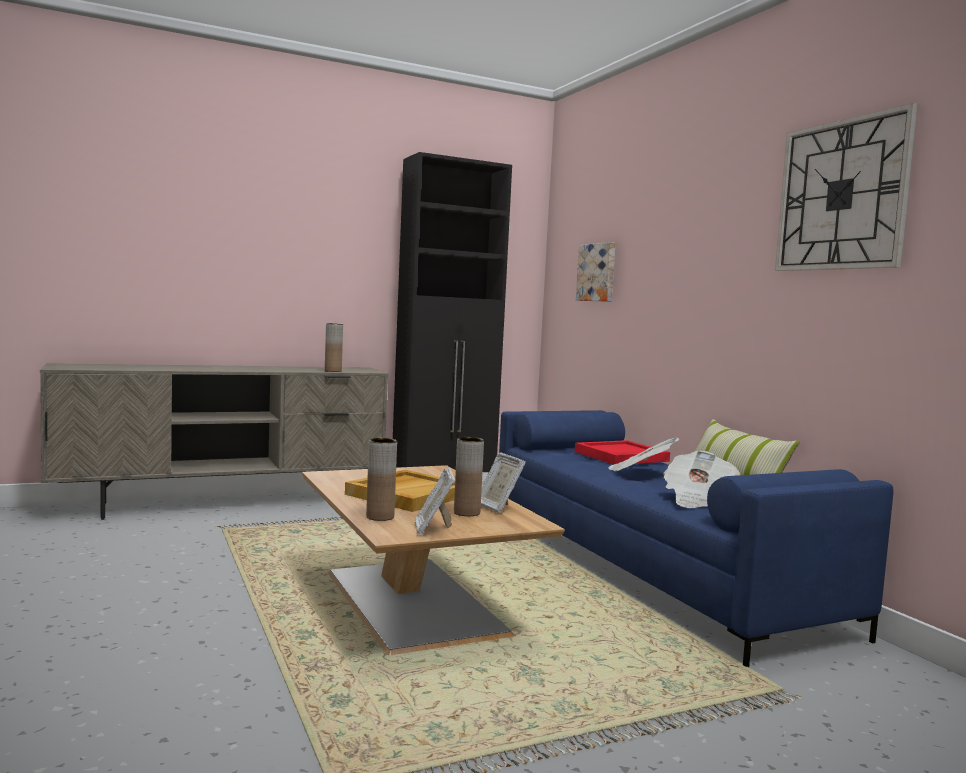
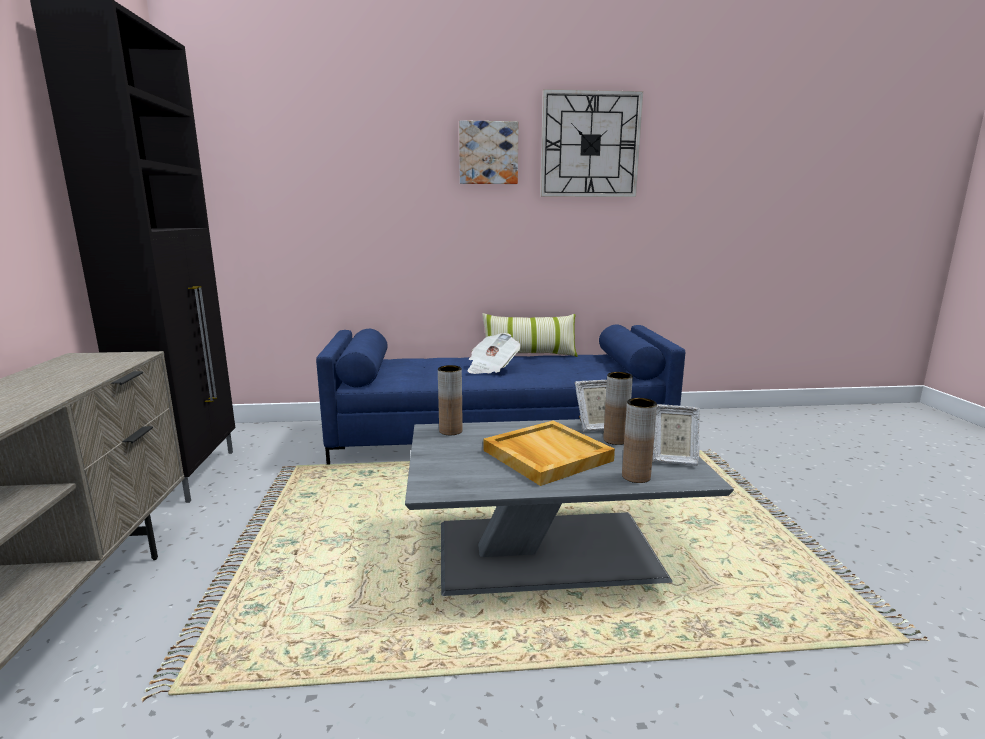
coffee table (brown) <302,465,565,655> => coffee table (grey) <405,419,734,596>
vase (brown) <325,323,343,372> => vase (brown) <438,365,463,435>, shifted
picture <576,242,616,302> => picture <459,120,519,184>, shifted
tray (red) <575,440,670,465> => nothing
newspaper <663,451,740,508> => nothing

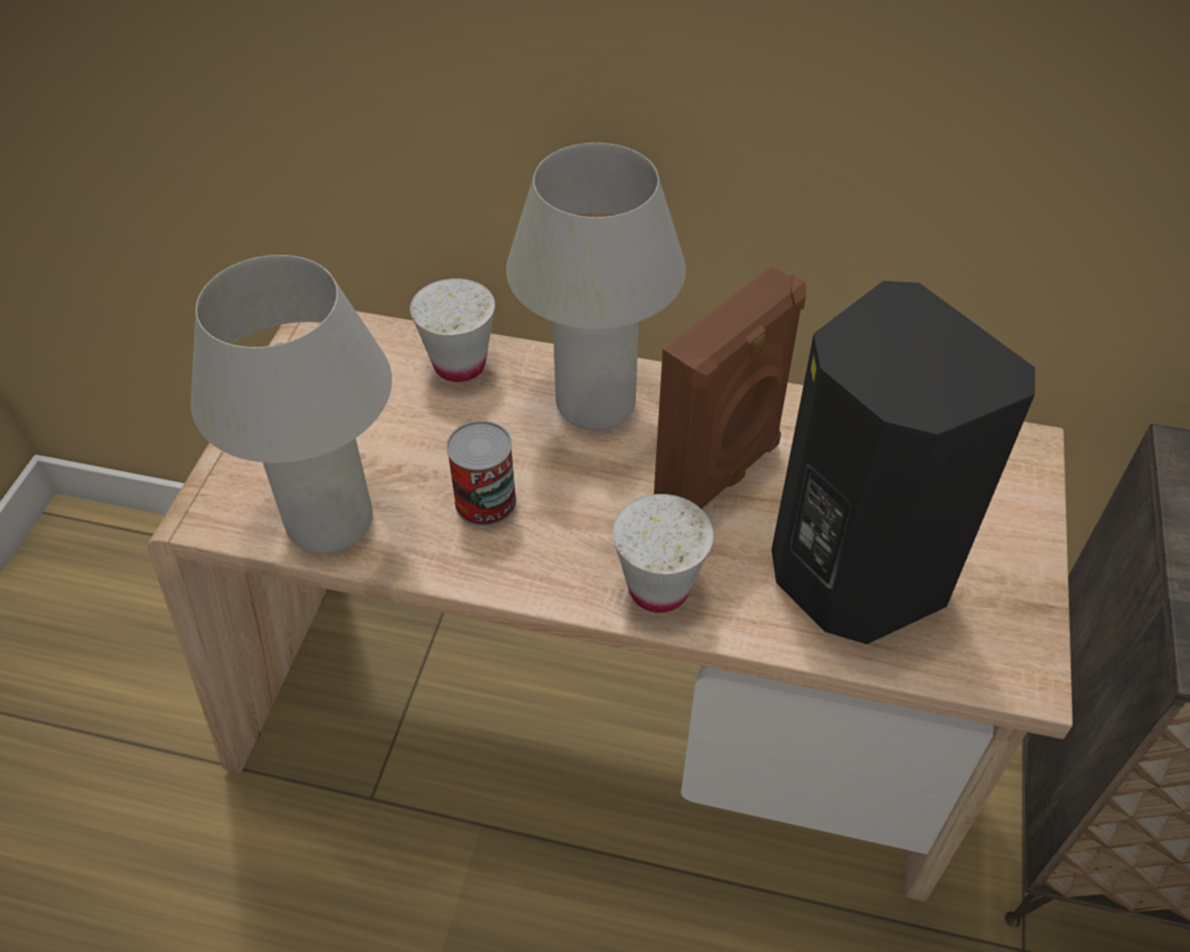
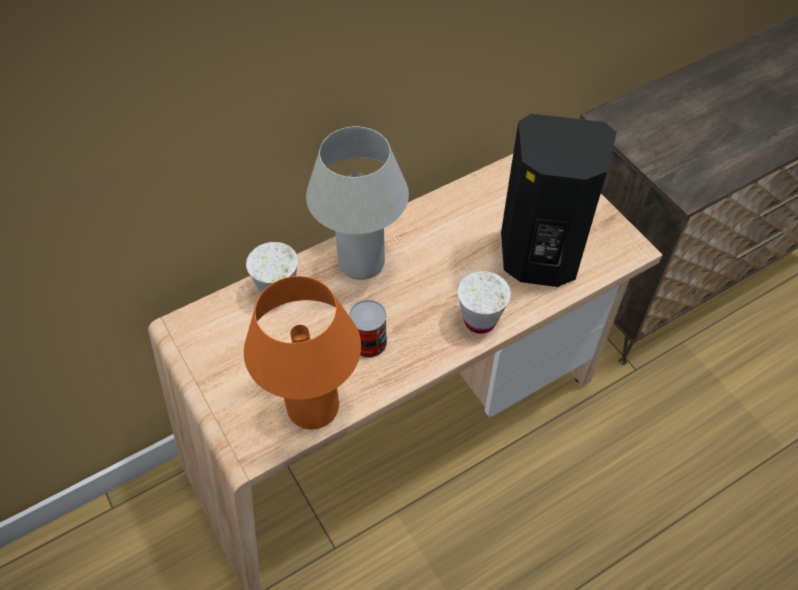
table lamp (white) <191,255,392,554> => table lamp (orange) <244,276,361,429>
speaker (brown) <654,266,806,509> => nothing

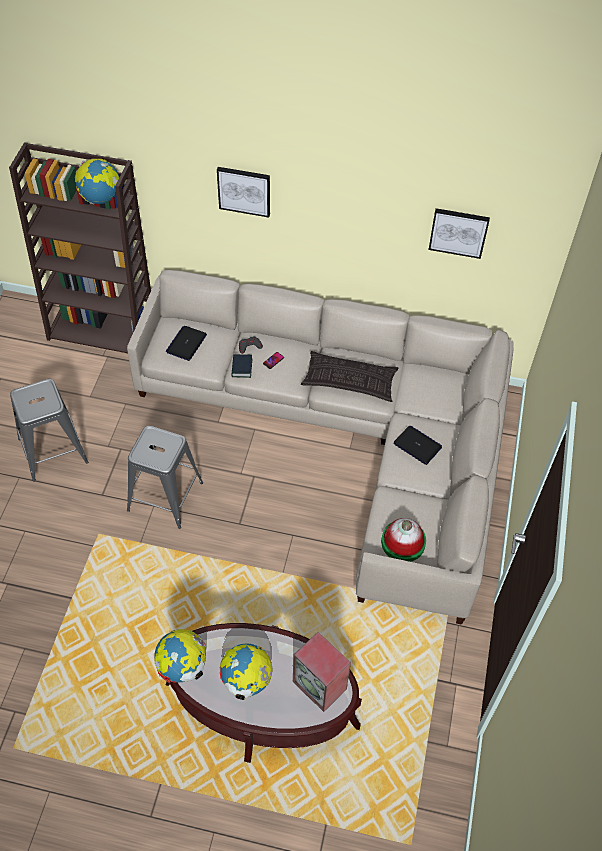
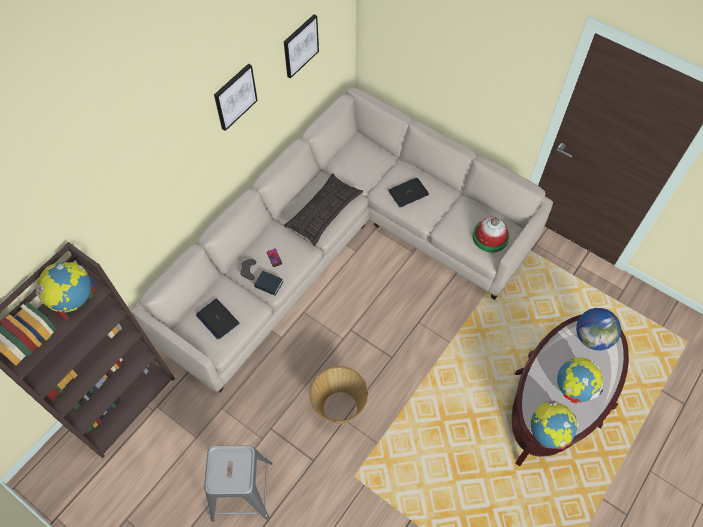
picture <217,167,270,218> => picture <214,64,258,131>, shifted
stool (grey) <127,426,203,529> => basket <310,366,368,424>
speaker <293,632,351,712> => globe <576,308,621,350>

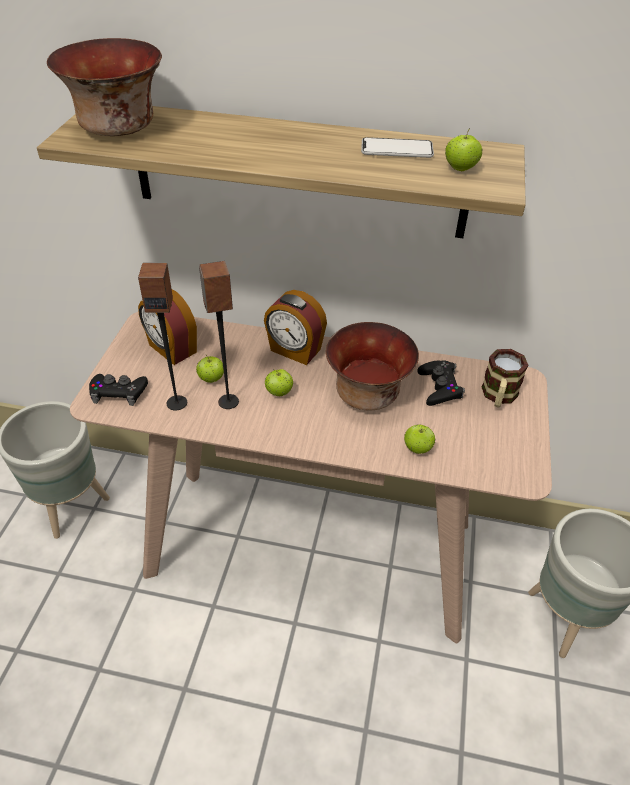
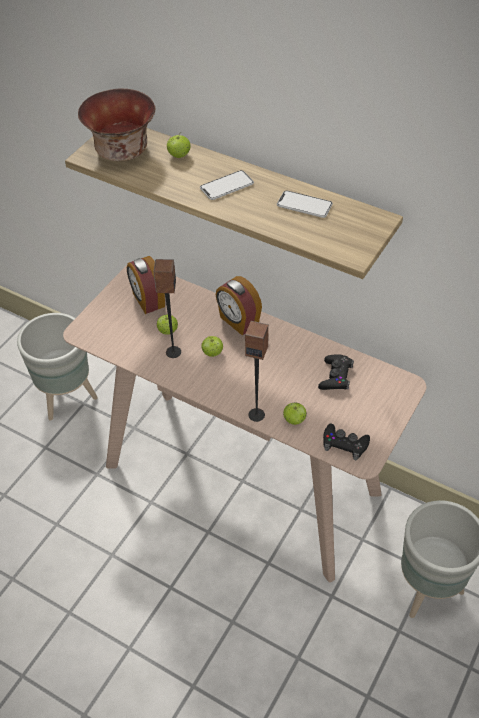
apple <445,128,482,171> => apple <167,135,191,158>, shifted
nothing => phone <200,170,254,200>
speaker <138,263,187,411> => speaker <245,321,269,422>, shifted
game controller (black) <89,374,148,406> => game controller (black) <323,424,370,460>, shifted
bowl <326,322,419,411> => nothing
mug <482,349,528,407> => nothing

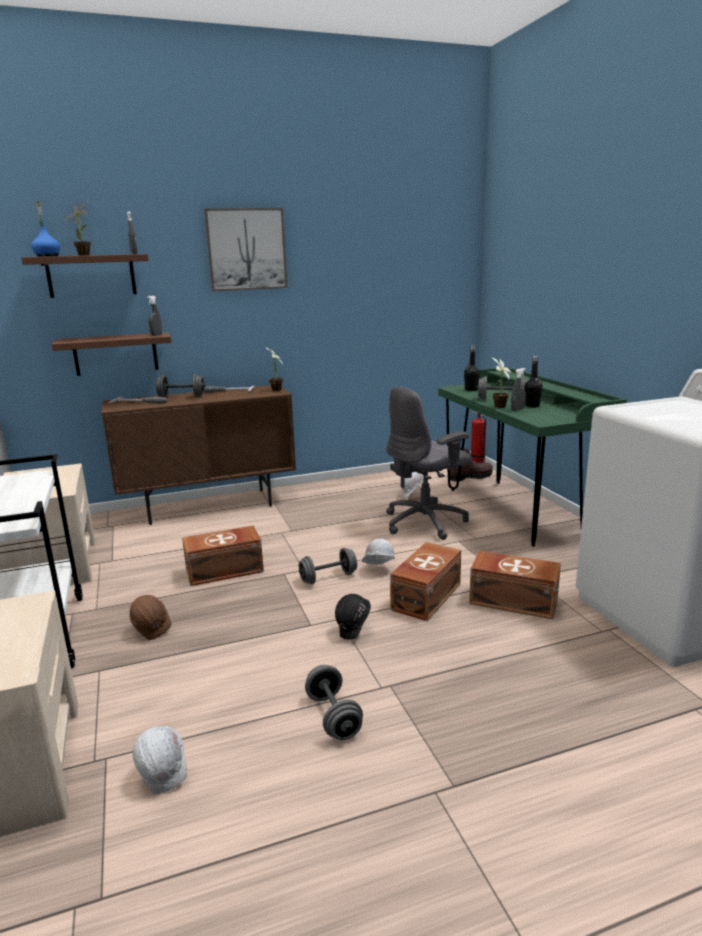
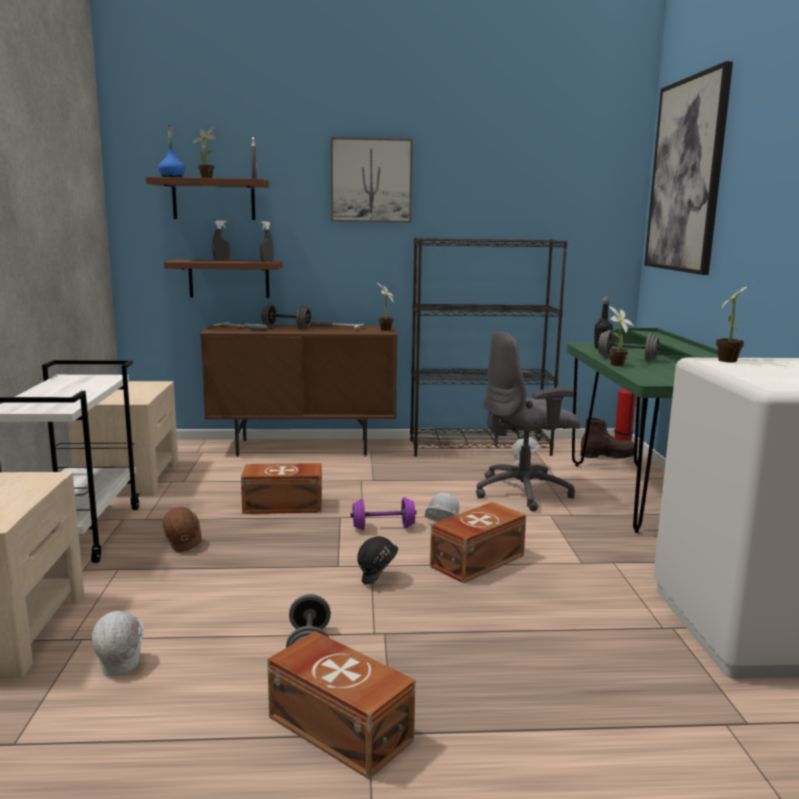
spray bottle (grey) <511,368,526,411> => spray bottle (grey) <212,221,230,261>, shifted
storage box (brown) <469,551,561,620> => storage box (brown) <267,631,415,779>, shifted
dumbbell (grey) <299,548,357,584> => dumbbell (purple) <351,497,417,530>
nothing => bookcase (black) <410,238,568,456>
nothing => picture <644,61,733,275>
nothing => potted plant <716,285,748,362>
bottle (black) <525,356,543,408> => nothing

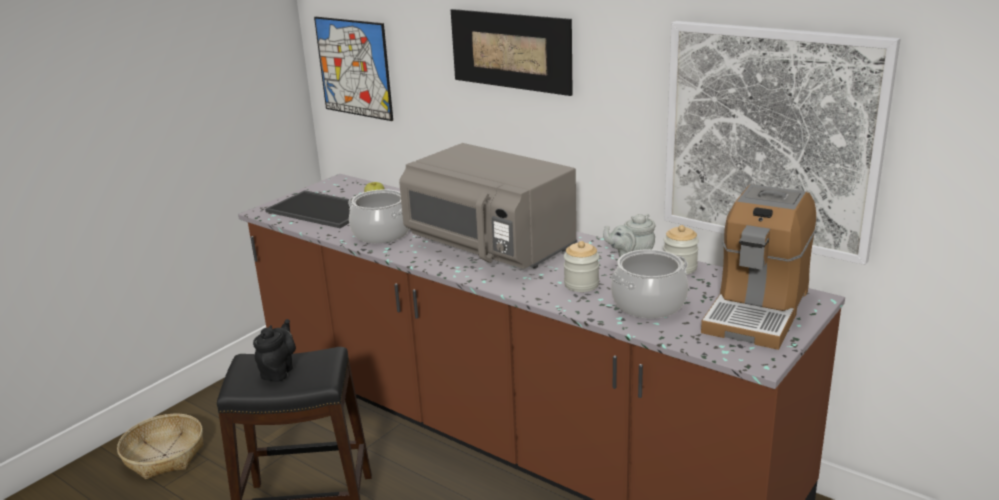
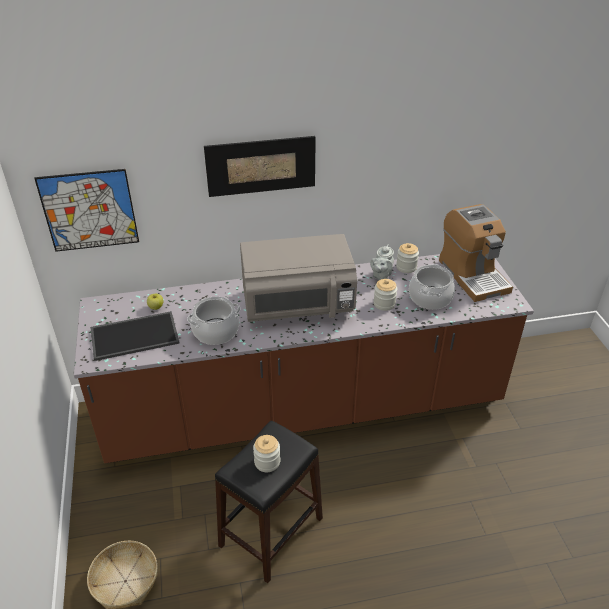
teapot (black) <253,319,296,382> => jar <253,435,280,472>
picture <664,21,900,265> => nothing

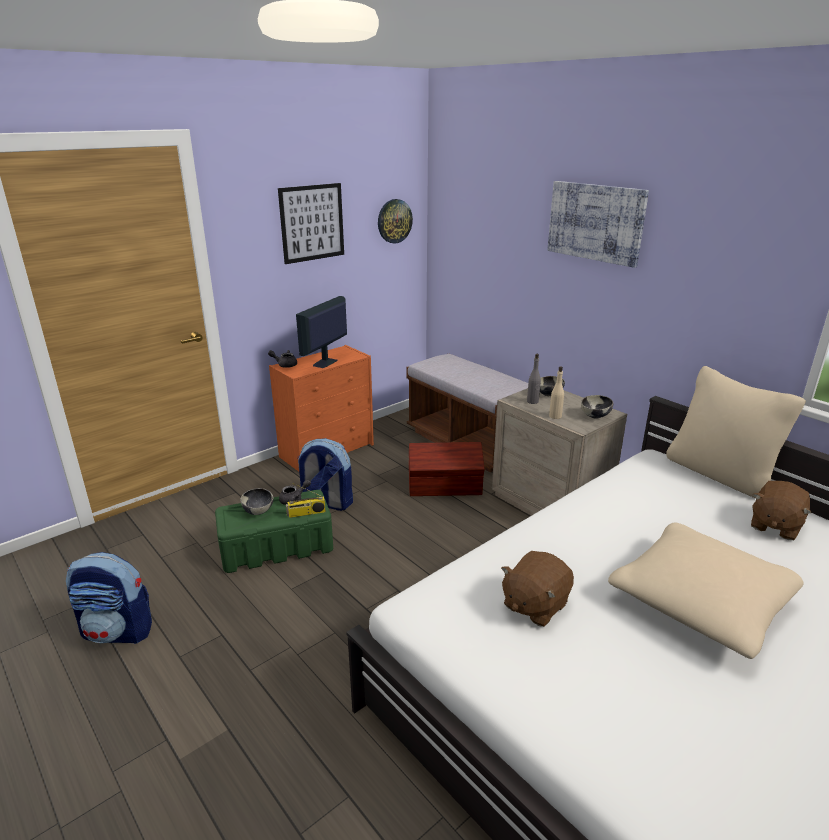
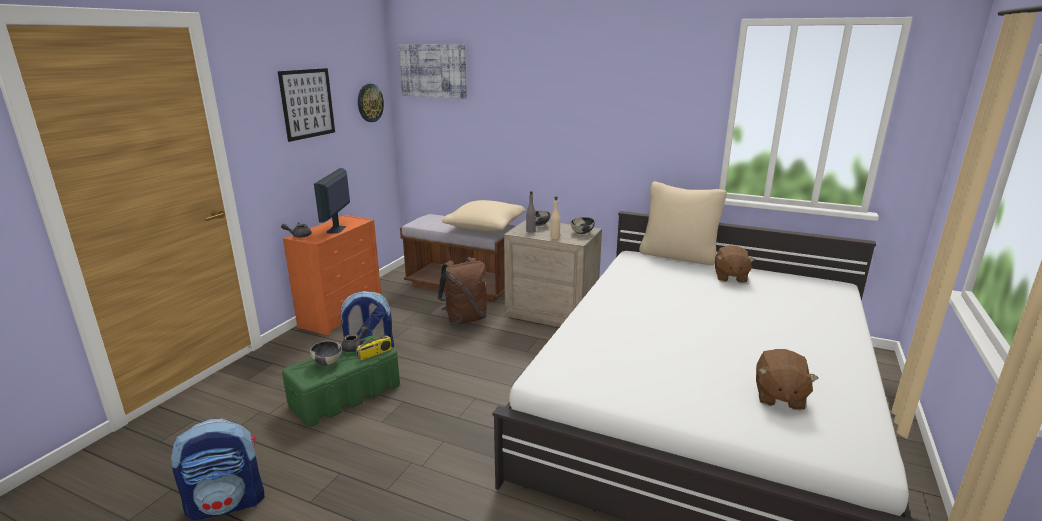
picture <547,181,649,268> => picture <398,44,467,99>, shifted
storage box (brown) <409,442,484,496> => backpack (brown) <437,257,487,325>
pillow (beige) <608,523,804,659> => pillow (beige) <442,200,526,231>, shifted
plush toy (brown) <501,551,574,627> => plush toy (brown) <756,349,819,410>, shifted

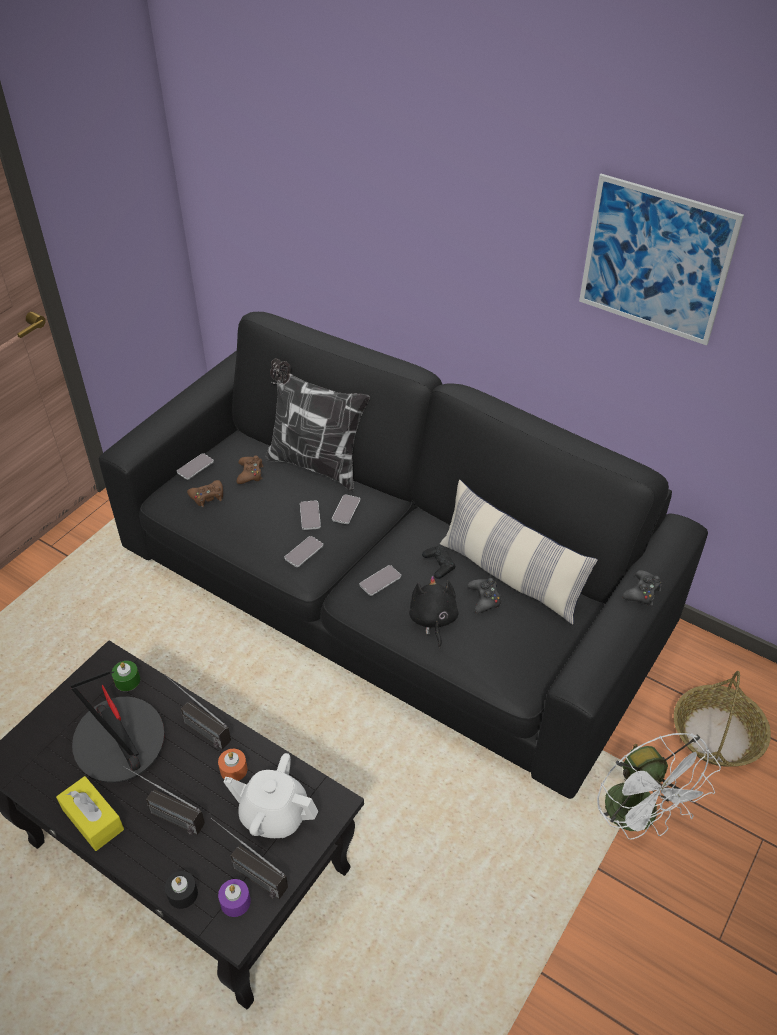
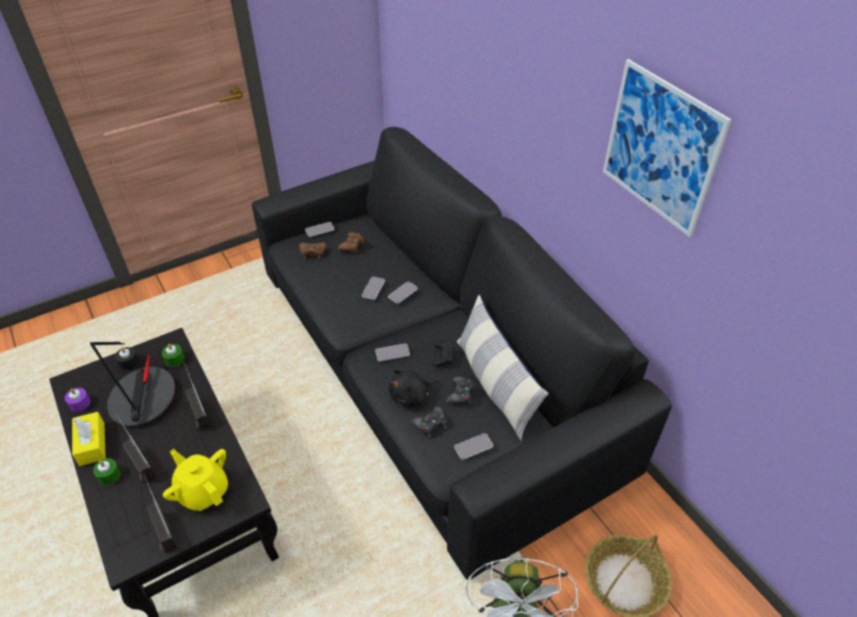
candle (purple) <218,879,251,917> => candle (purple) <65,388,90,412>, shifted
nothing => candle (green) <93,458,120,485>
candle (black) <165,871,198,909> => candle (black) <115,347,139,370>, shifted
teapot (white) <223,753,318,838> => teapot (yellow) <163,449,228,511>
plush toy (black) <409,576,459,649> => plush toy (black) <389,369,439,407>, 135 degrees counterclockwise
game controller (black) <622,570,662,606> => game controller (black) <411,406,447,437>, shifted
phone <284,536,323,567> => phone <454,433,493,460>, shifted
candle (orange) <218,749,247,781> => nothing
pillow <266,359,370,492> => nothing

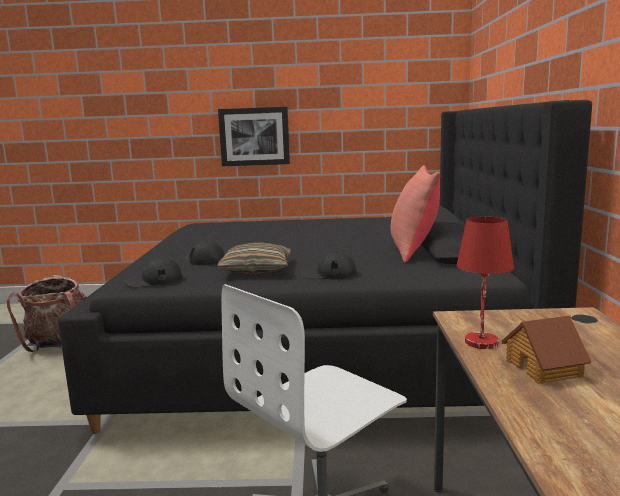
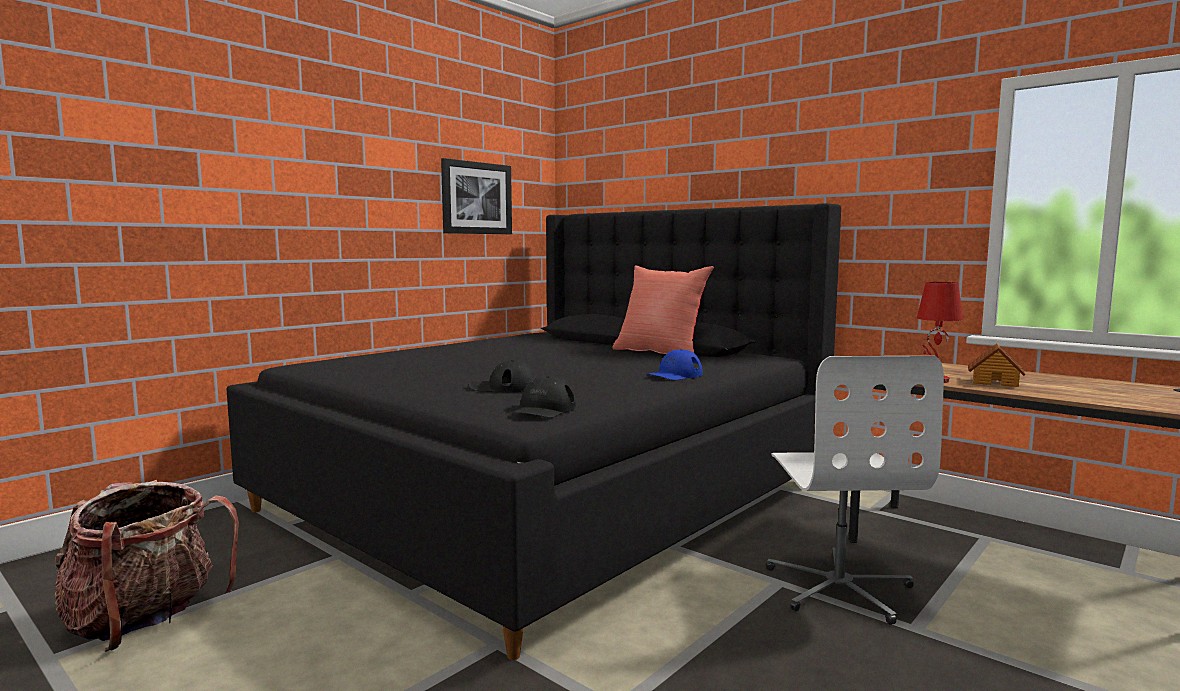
picture <218,107,290,166> => picture <441,158,512,234>, shifted
cap (black) <301,251,357,280> => cap (blue) <646,349,703,380>
pillow <217,243,292,273> => nothing

